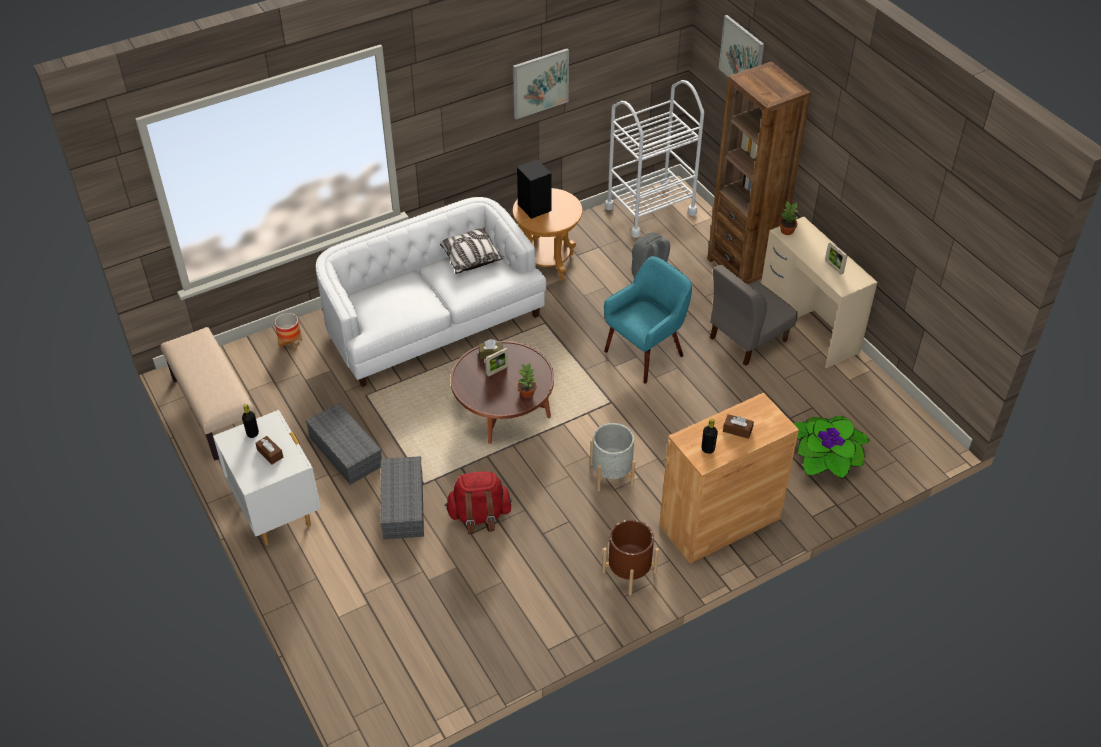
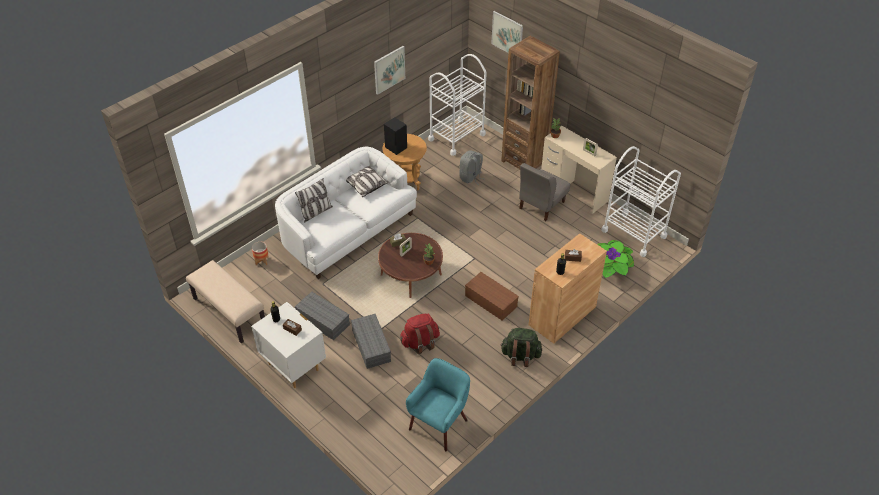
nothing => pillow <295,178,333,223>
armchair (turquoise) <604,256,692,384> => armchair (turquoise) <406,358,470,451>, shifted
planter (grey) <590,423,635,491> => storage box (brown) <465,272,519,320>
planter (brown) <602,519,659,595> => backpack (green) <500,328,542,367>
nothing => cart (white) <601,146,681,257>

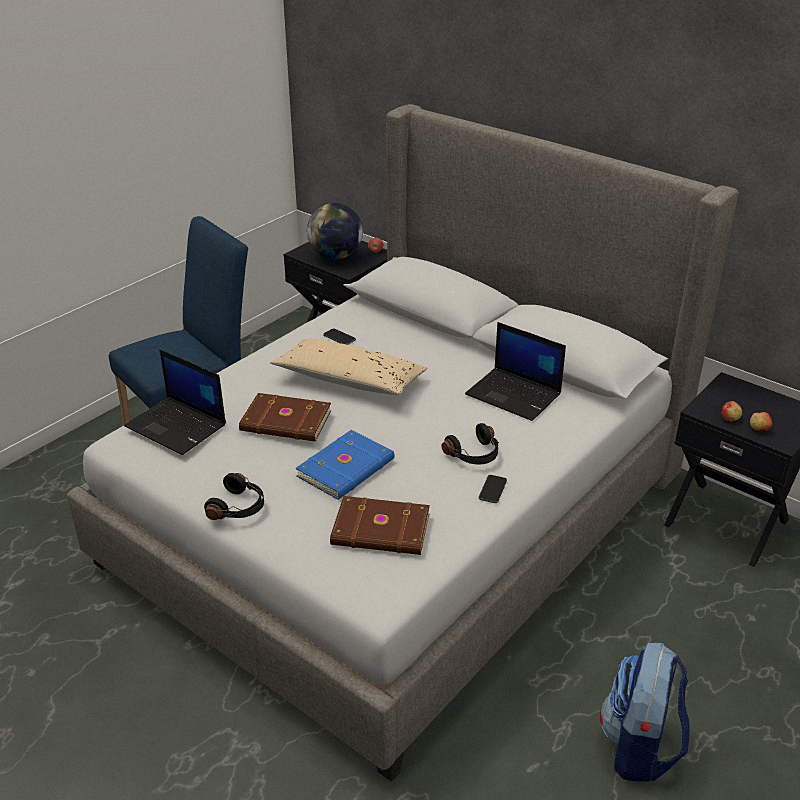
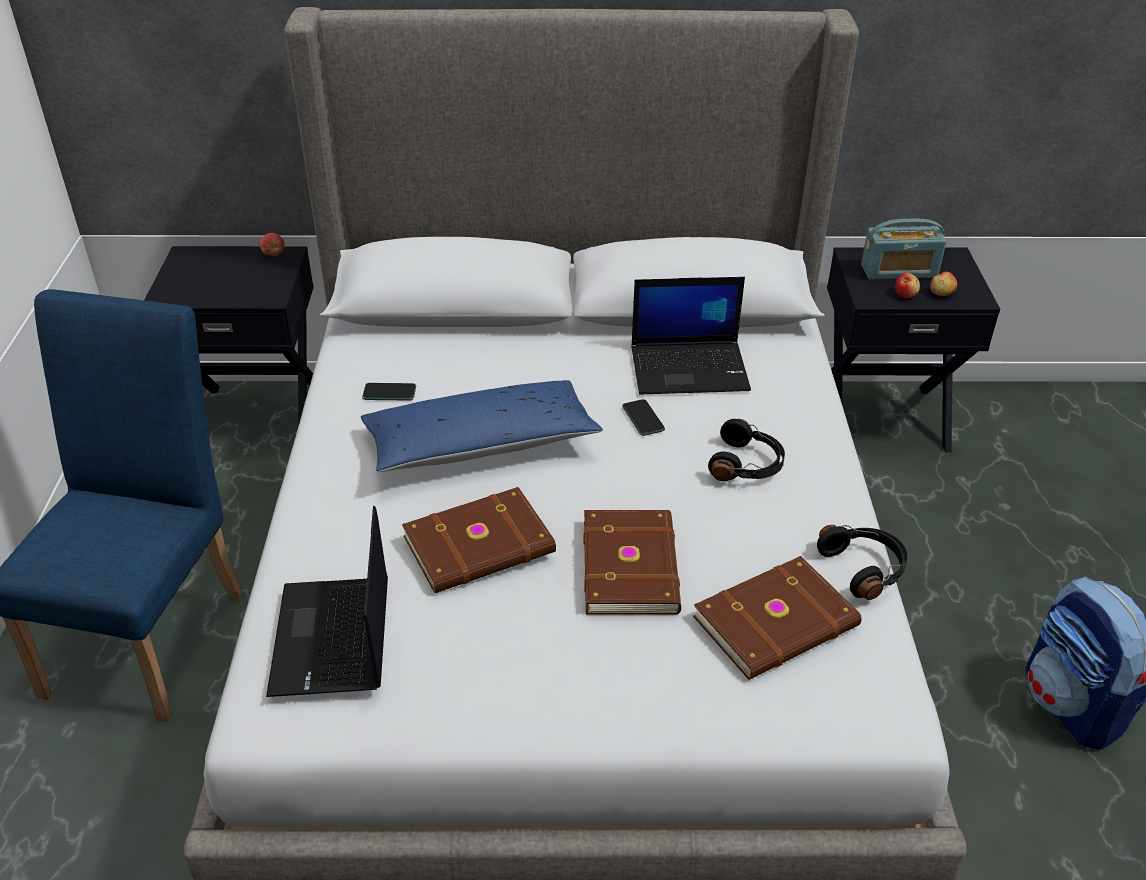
laptop <124,349,226,455> => laptop <266,506,388,697>, 90 degrees clockwise
pillow (beige) <270,338,427,395> => pillow (blue) <361,380,603,472>
book (blue) <296,430,395,500> => book (brown) <584,510,681,615>
phone <478,475,507,503> => phone <622,399,665,436>, shifted
headphones (black) <204,473,264,520> => headphones (black) <817,525,908,600>, shifted
nothing => radio <861,219,947,280>
globe <307,203,363,260> => nothing

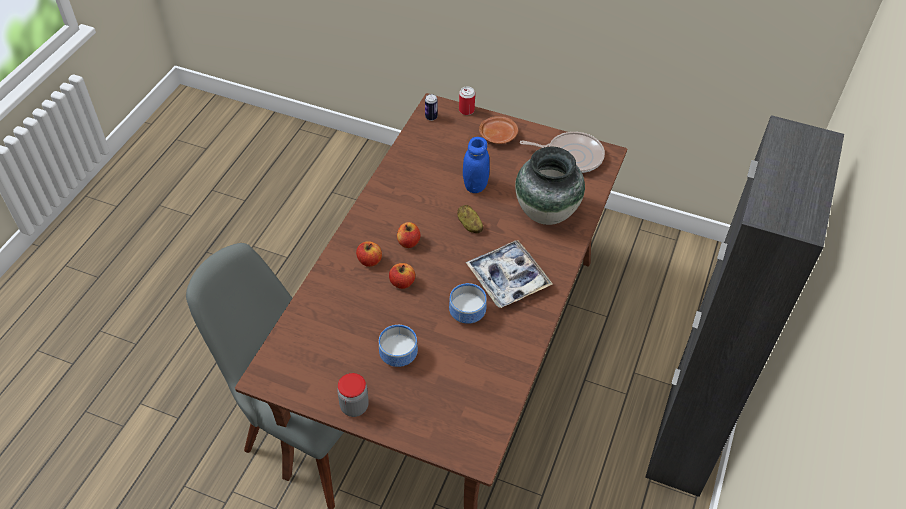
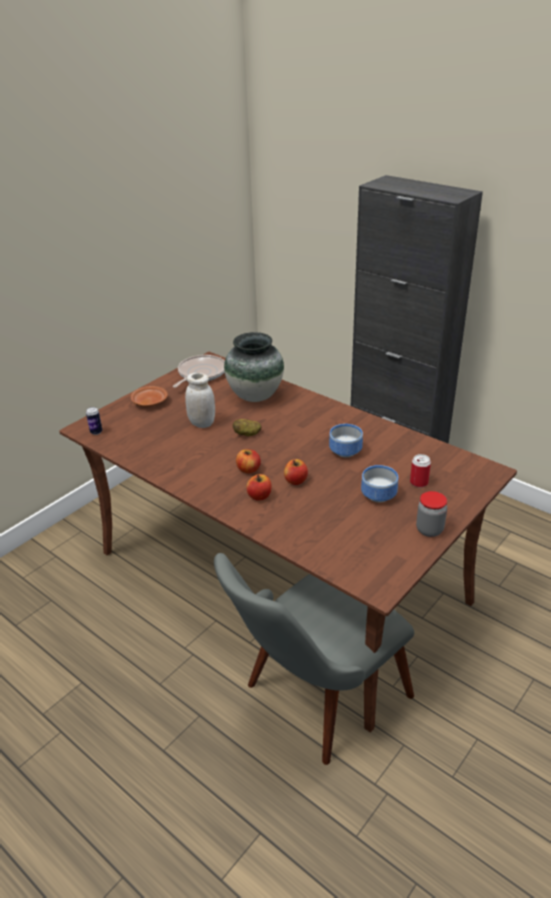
jar (blue) <463,137,490,193> => jar (white) <185,373,215,428>
can <459,86,475,115> => can <410,454,431,487>, shifted
tray <465,240,553,308> => nothing

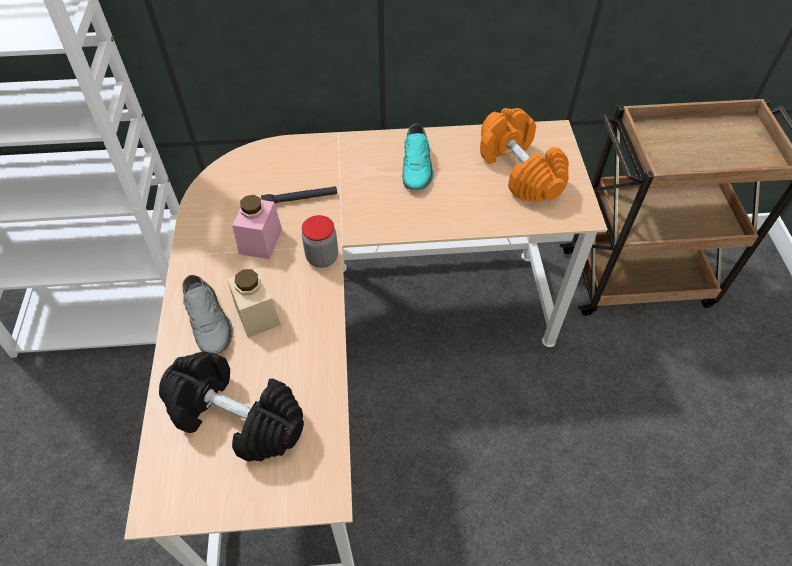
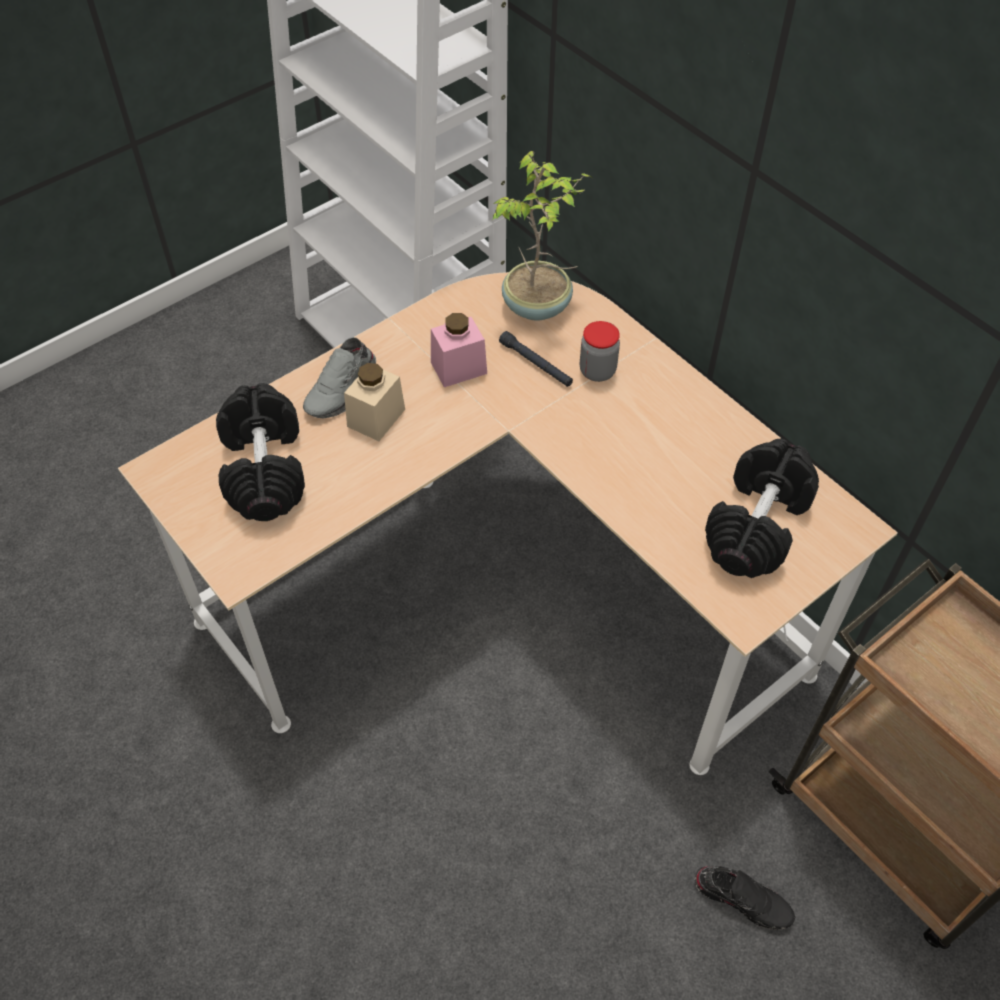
nothing => potted plant <493,151,593,321>
jar <302,215,338,268> => jar <580,321,620,382>, shifted
nothing => shoe (black) <694,866,795,930>
dumbbell (orange) <480,108,569,202> => dumbbell (black) <705,439,819,578>
shoe (turquoise) <402,124,434,190> => nothing

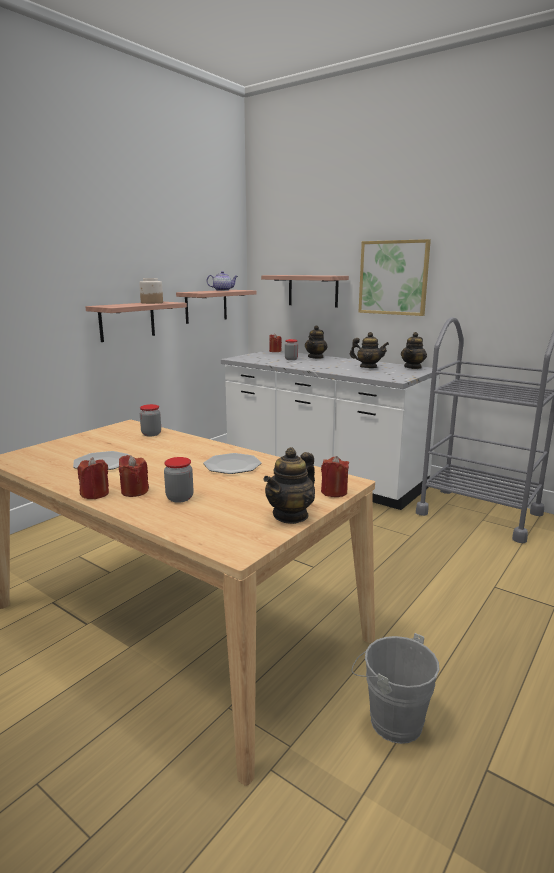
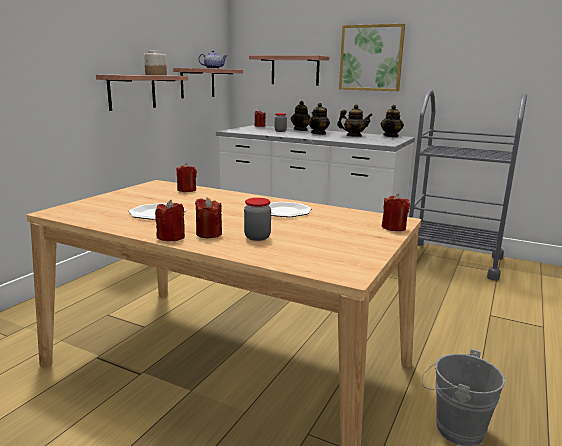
jar <140,404,161,436> => candle (red) <177,163,197,192>
teapot <263,447,315,524> => teapot <308,103,330,135>, shifted

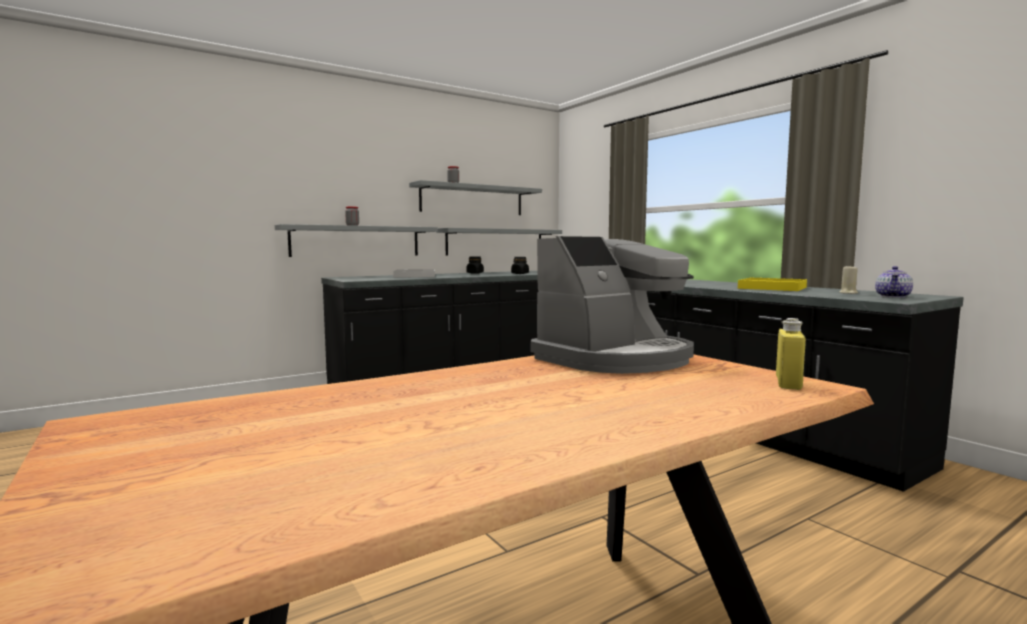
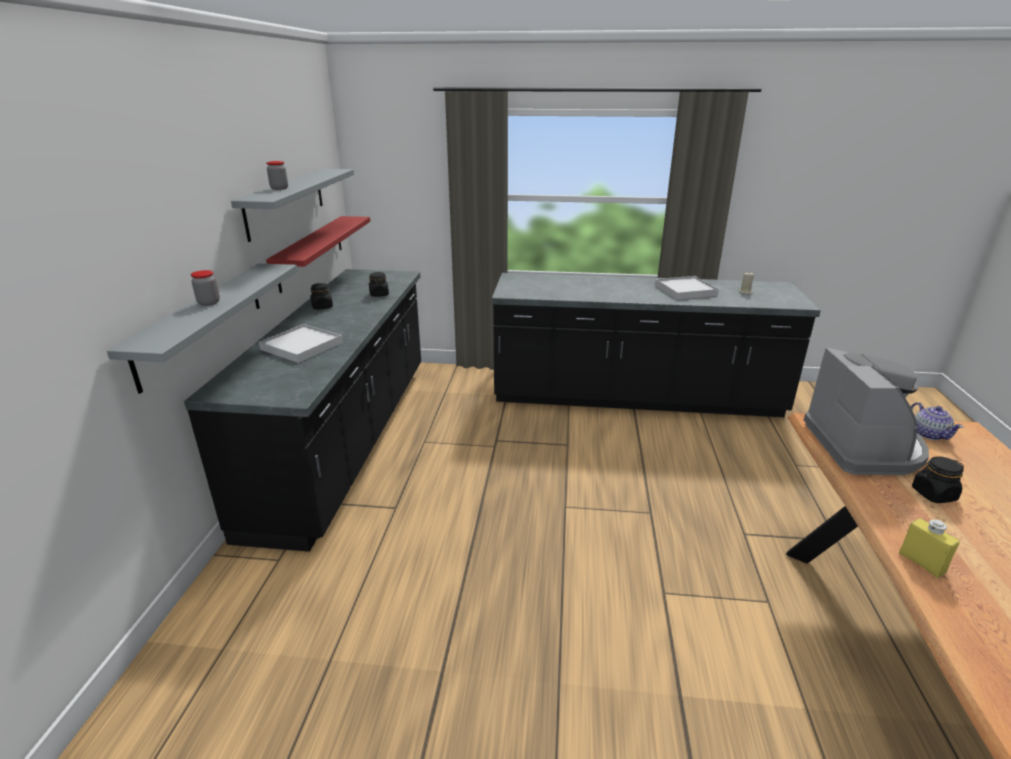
shelf (grey) <436,228,562,256> => shelf (red) <266,216,370,293>
tray (yellow) <738,278,807,291> => tray (white) <655,276,719,299>
bottle (yellow) <776,318,806,390> => bottle (yellow) <899,518,960,578>, shifted
teapot <875,266,913,298> => teapot <911,402,964,440>, shifted
nothing => jar (black) <912,456,964,503>

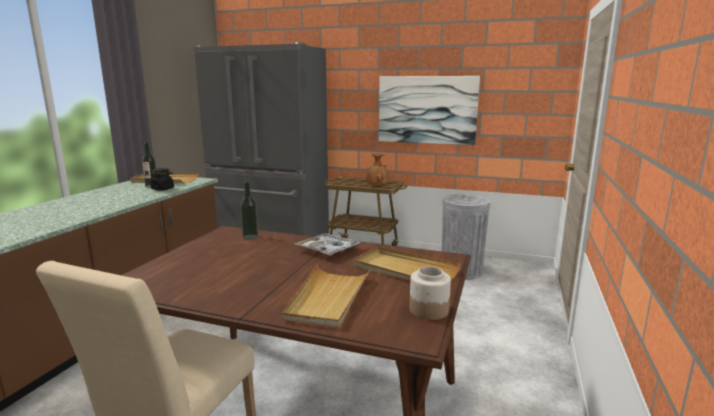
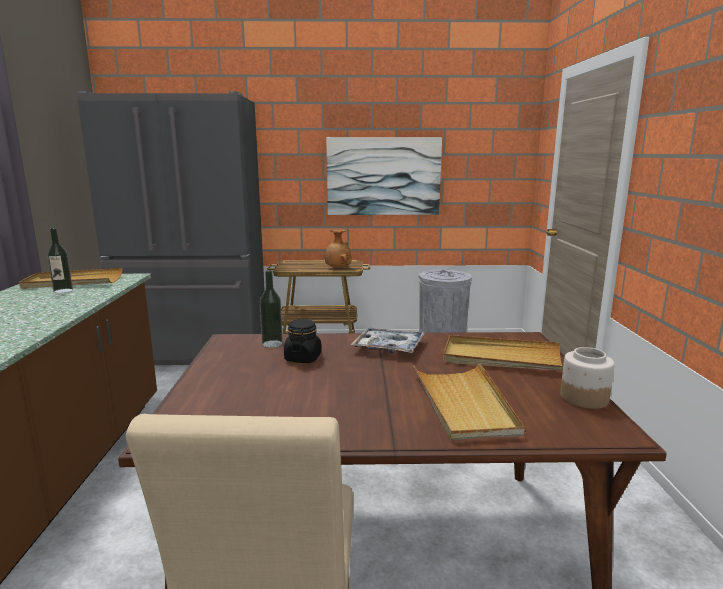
jar (black) <150,168,174,191> => jar (black) <284,319,321,363>, shifted

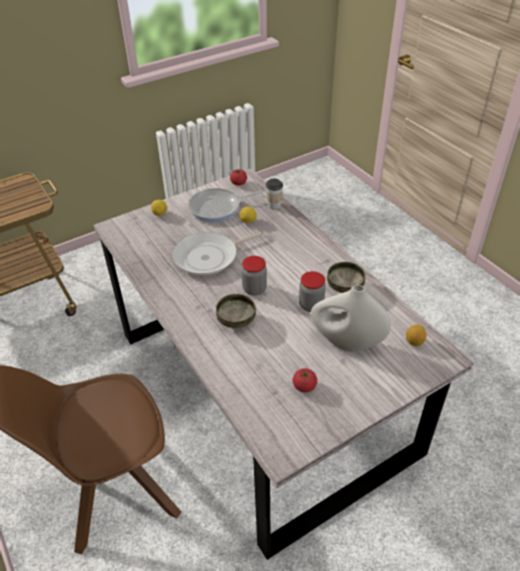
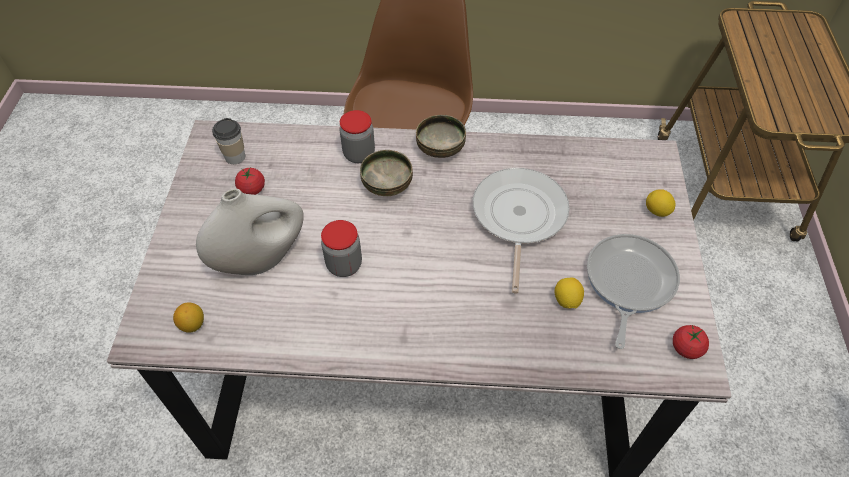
cup <266,179,283,209> => cup <212,118,245,164>, shifted
jar <242,256,267,296> => jar <339,110,375,163>, shifted
bowl <327,262,366,293> => bowl <416,115,466,158>, shifted

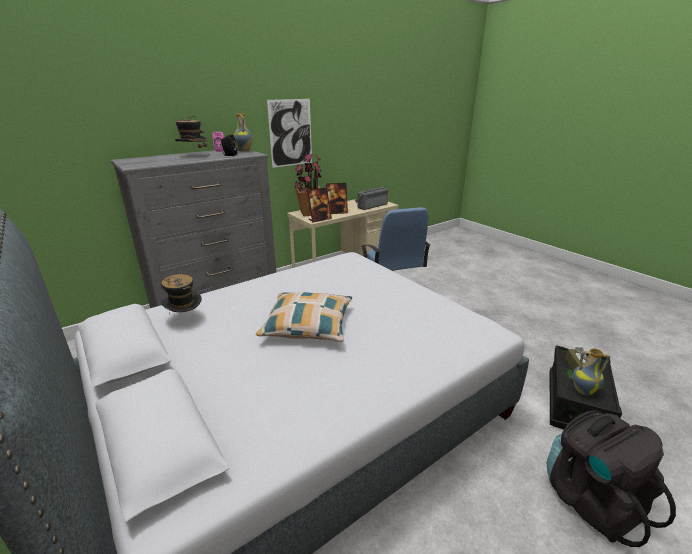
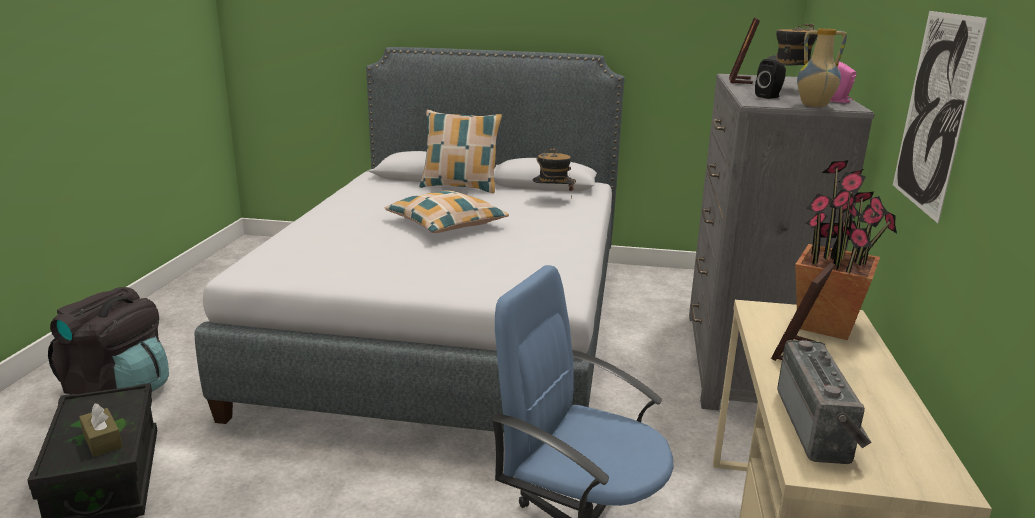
nothing => pillow <419,110,502,193>
picture frame <307,187,332,223> => picture frame <729,17,760,84>, shifted
vase <573,349,610,395> => nothing

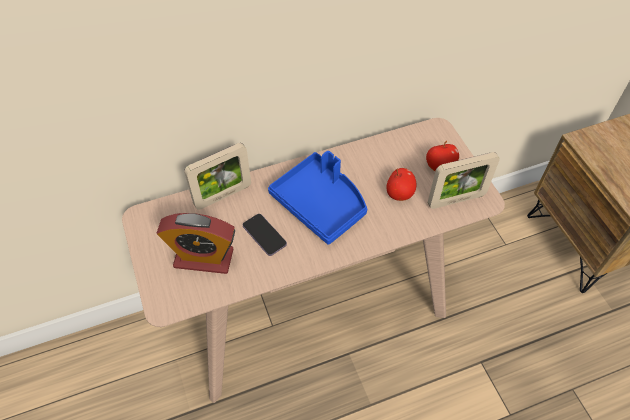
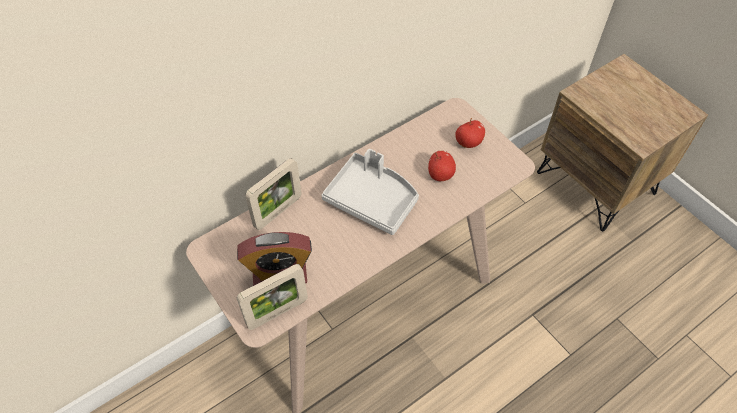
picture frame <428,152,500,209> => picture frame <237,264,308,330>, shifted
tray (blue) <268,151,367,245> => tray (grey) <322,149,419,235>
phone <243,214,287,256> => nothing

